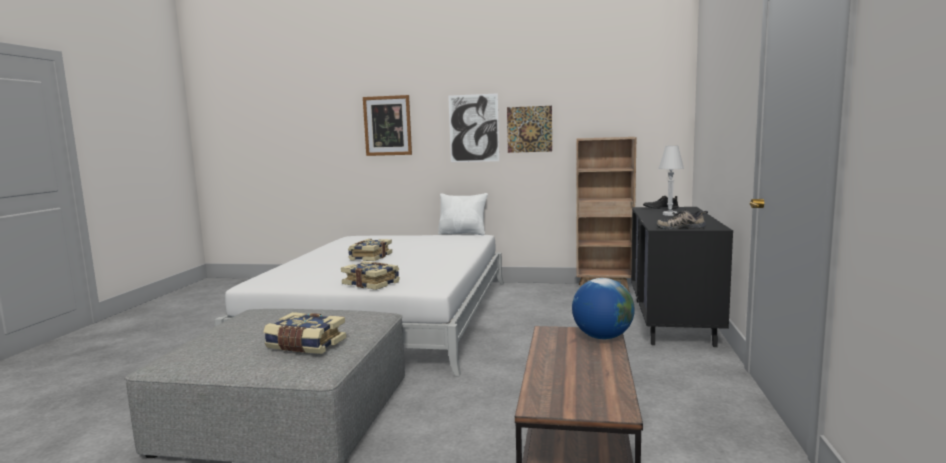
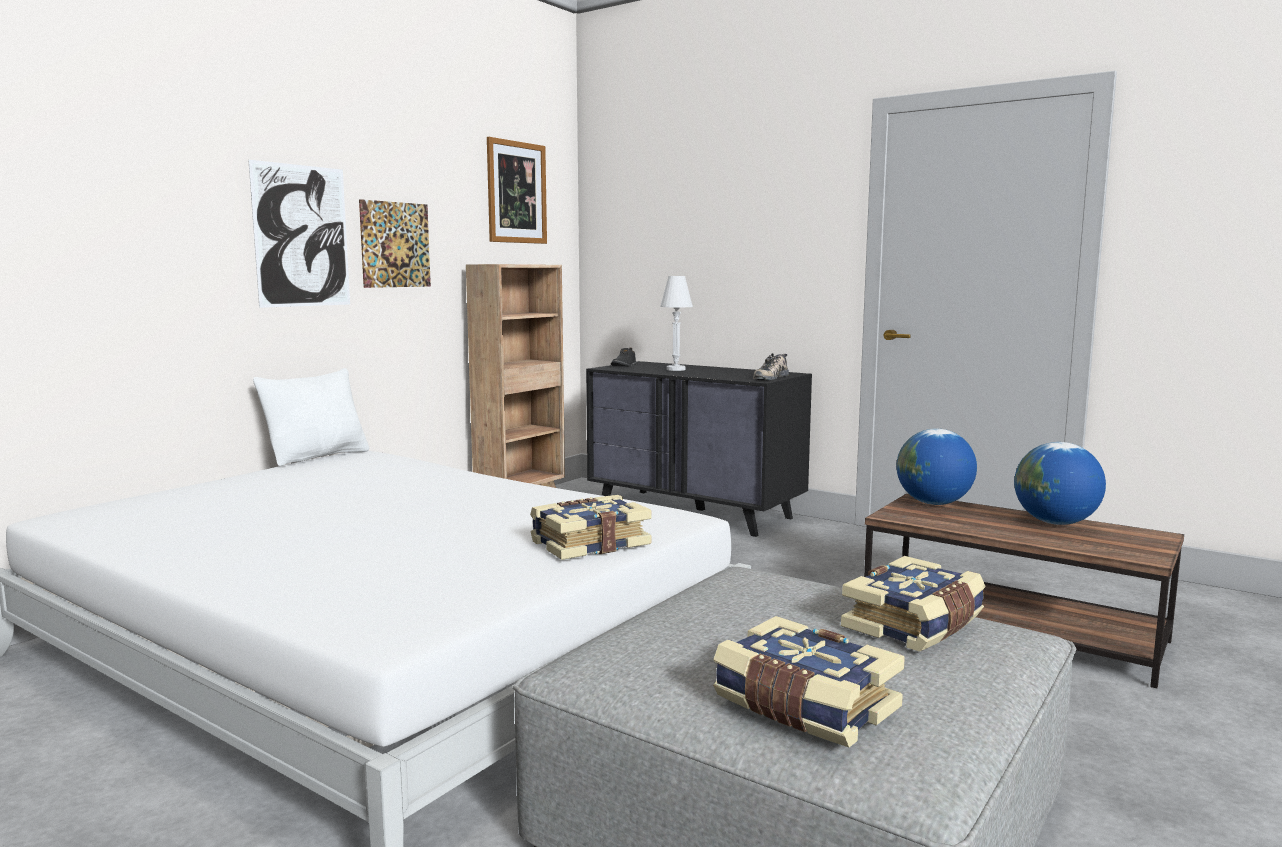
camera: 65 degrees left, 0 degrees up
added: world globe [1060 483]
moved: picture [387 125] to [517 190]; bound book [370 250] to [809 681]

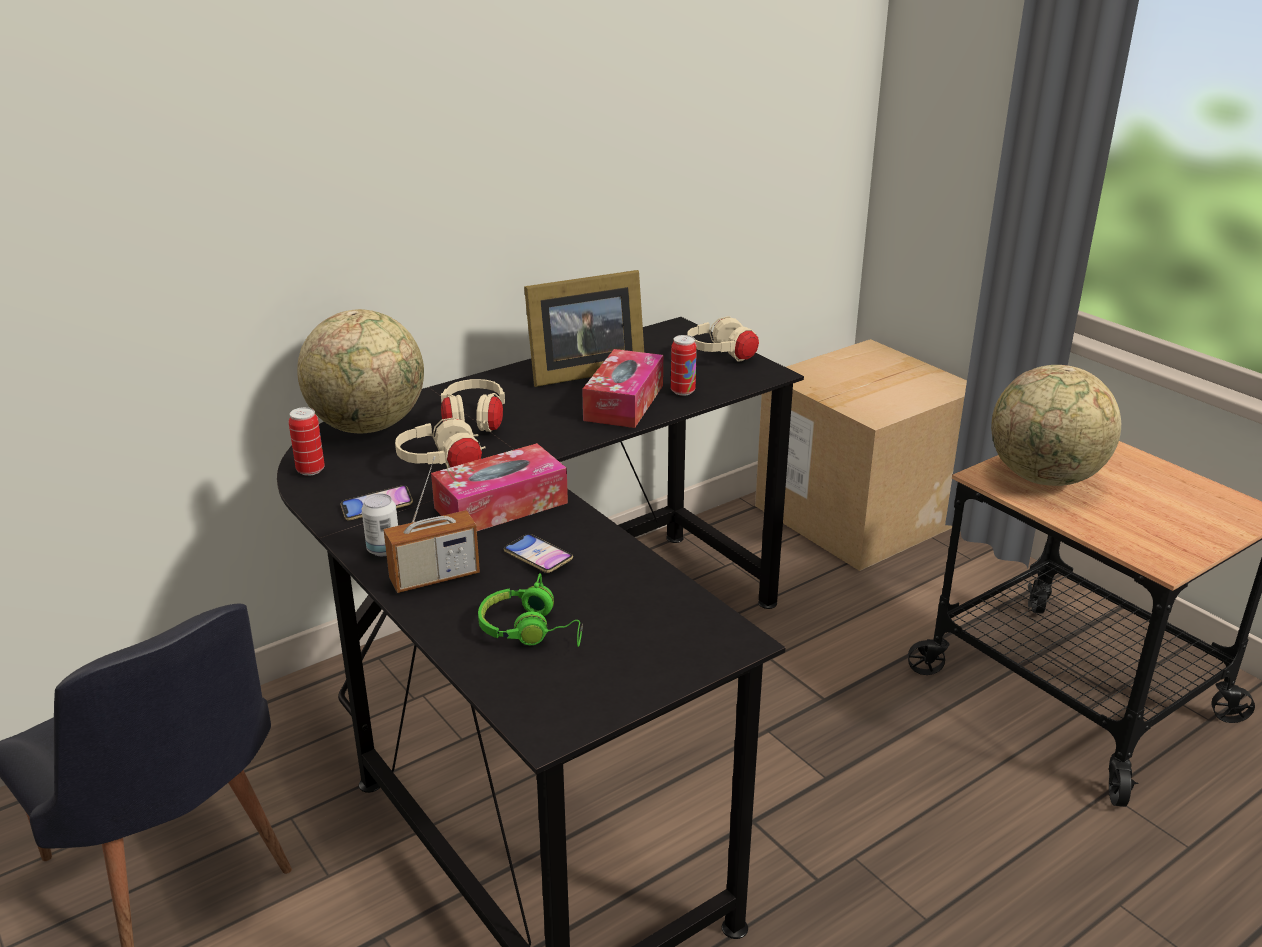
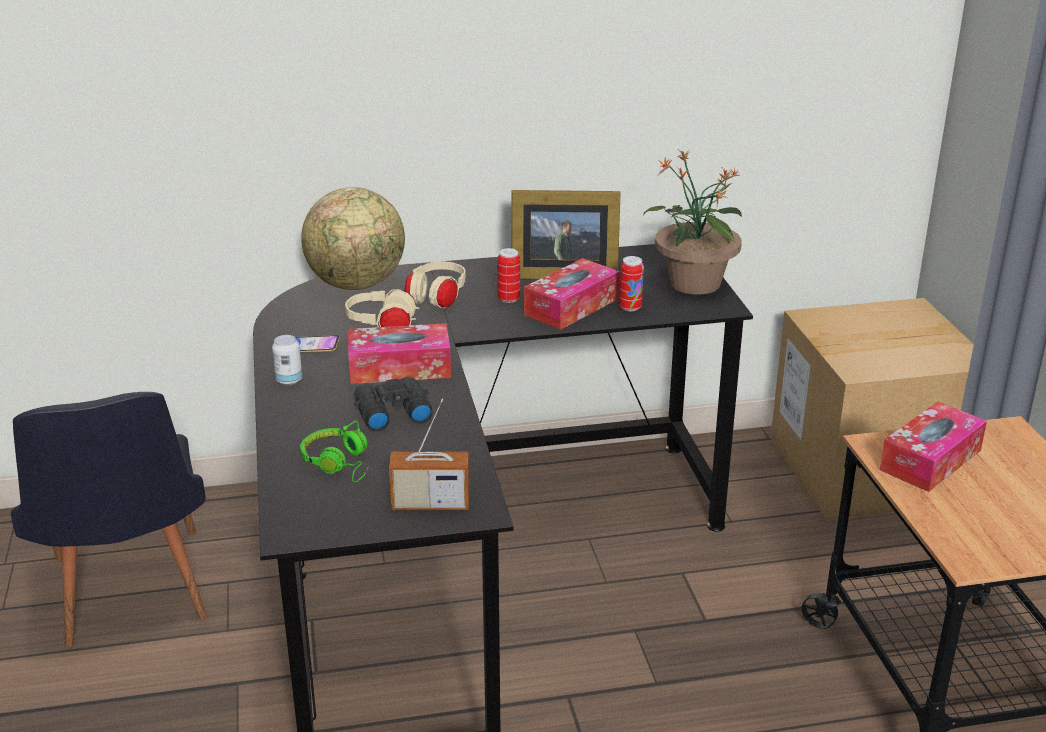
camera: 25 degrees right, 0 degrees up
moved: radio [432 524] to [429 454]; metal can [307 441] to [508 275]
replaced: handset [538 553] to black-coloured field glasses [393 403]; beige headphones [723 339] to plant in a pot [692 222]; world globe [1056 425] to box of tissues [933 447]

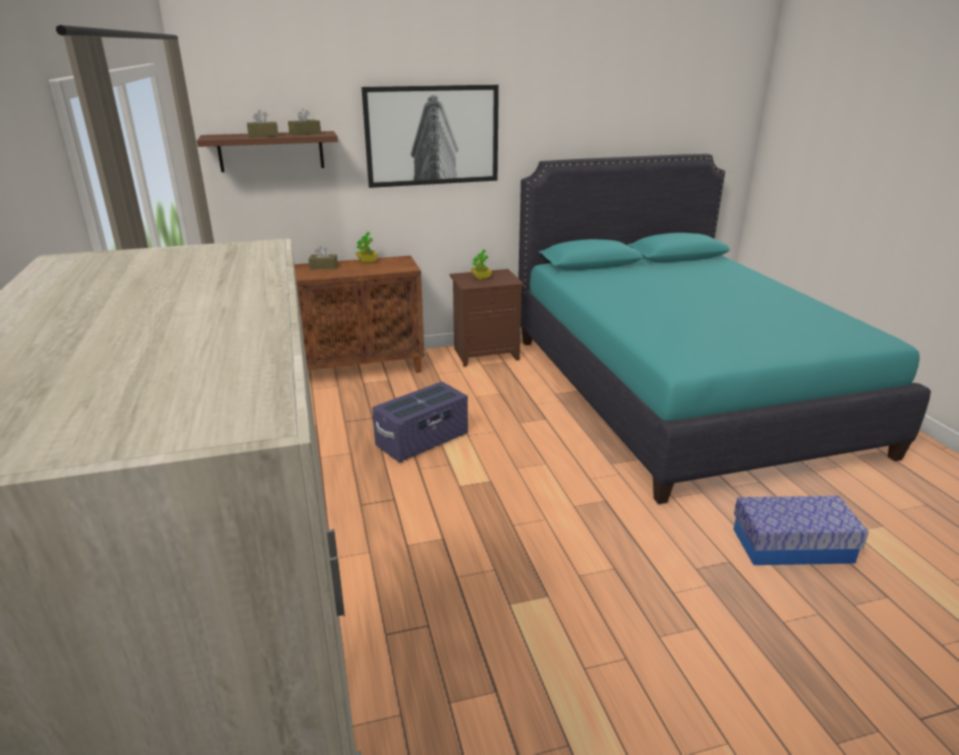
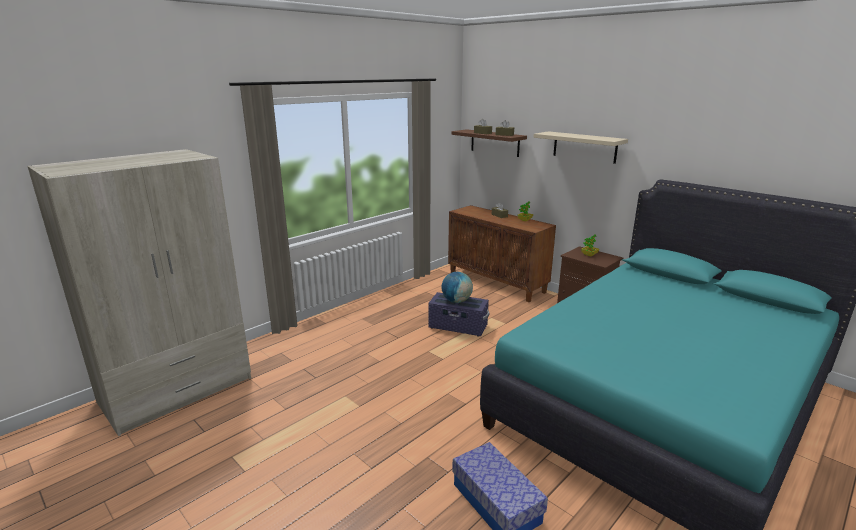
camera: 60 degrees right, 5 degrees down
added: world globe [457 287]
replaced: picture [430 136] to beige wall shelf [580 147]

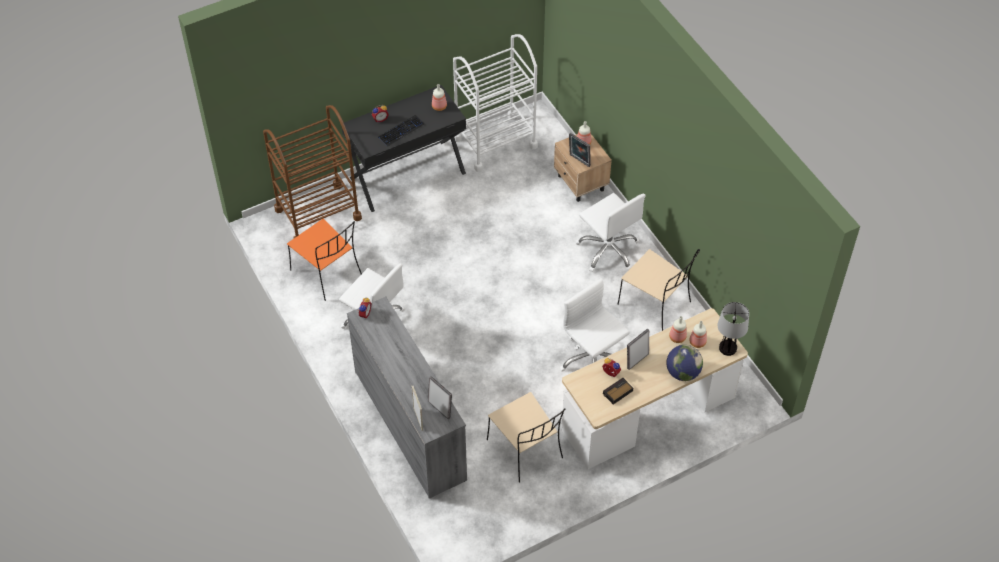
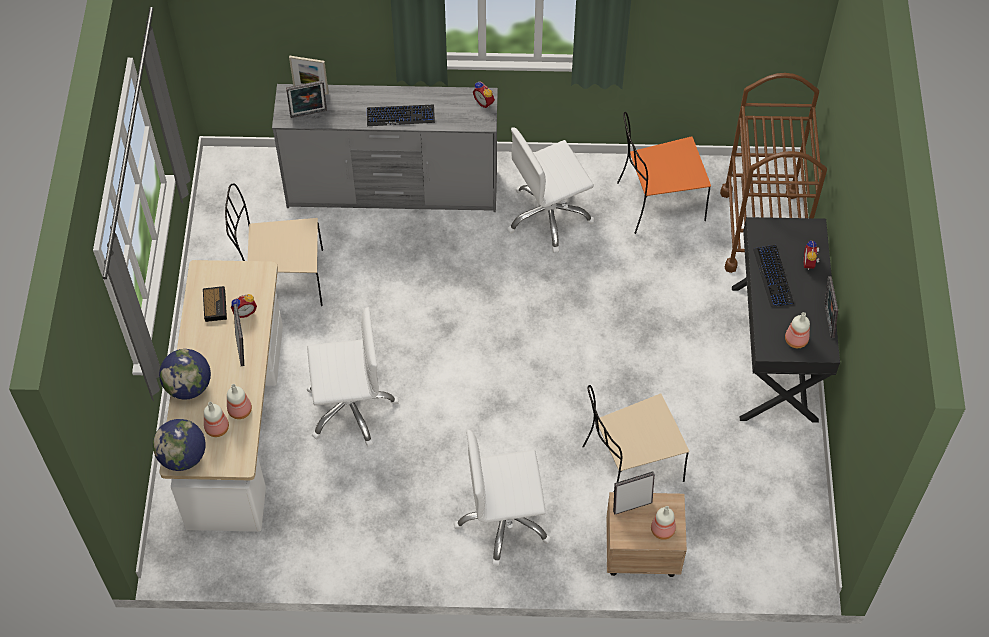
camera: 120 degrees right, 5 degrees up
removed: white trolley [495 103]
added: PC keyboard [401 115]; standing frame [831 307]
moved: beige chair [658 290] to [635 434]
replaced: tabletop lamp [733 329] to world globe [179 445]

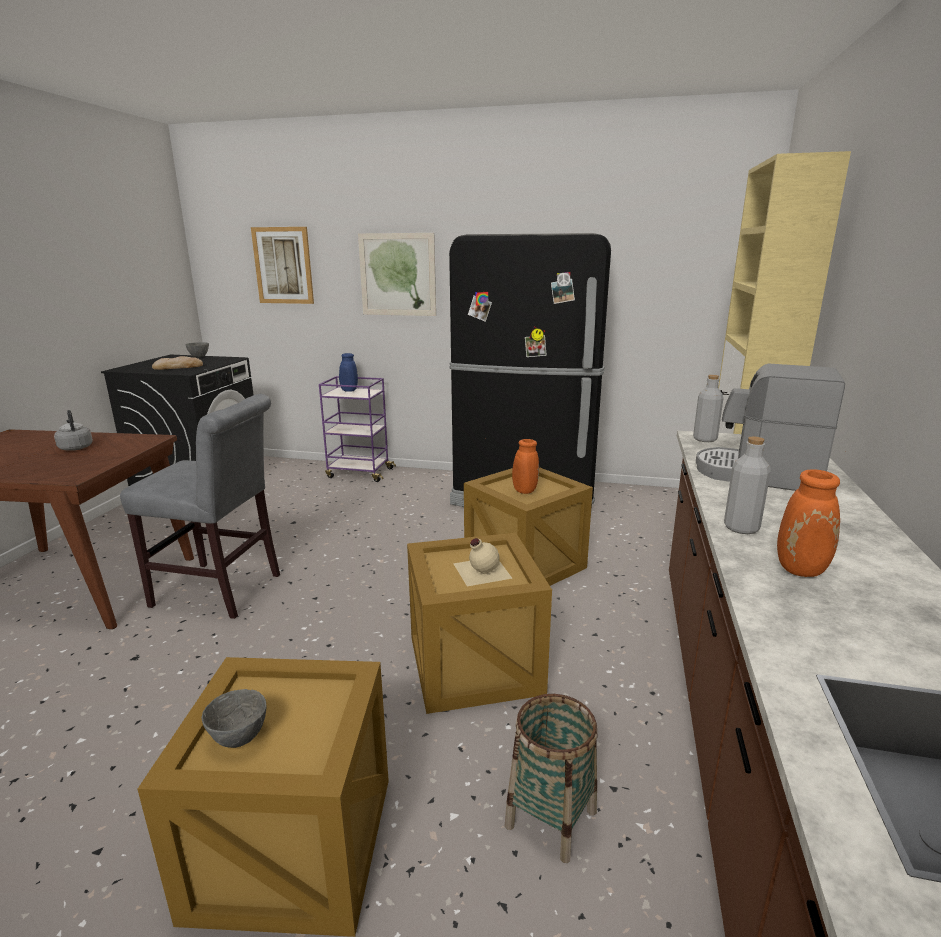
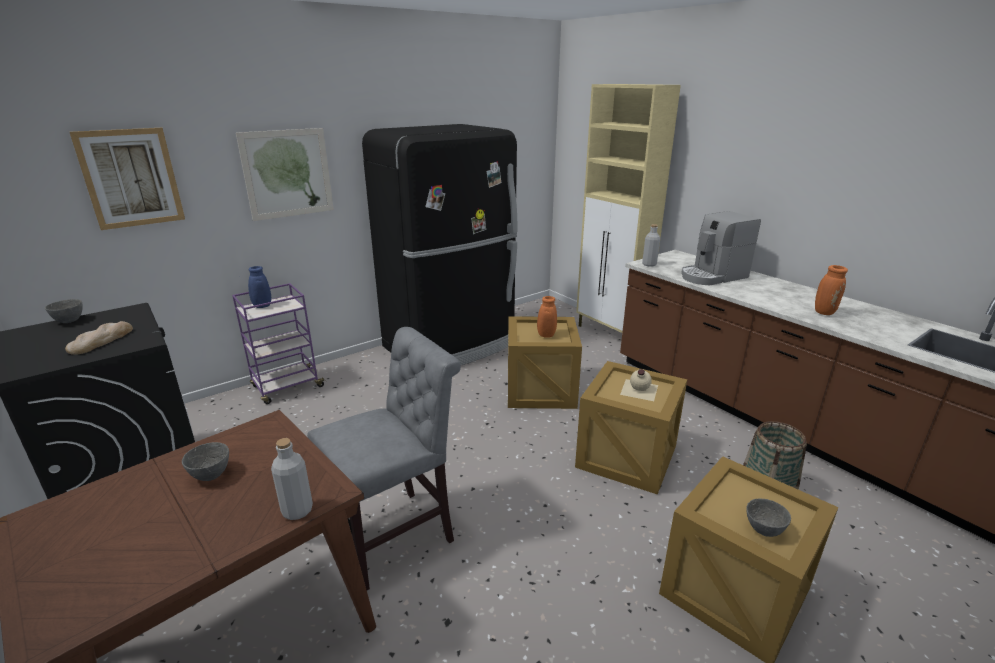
camera: 50 degrees left, 5 degrees up
moved: gray bottle [747 485] to [292 479]
replaced: gray water kettle [73 430] to gray bowl [205 461]

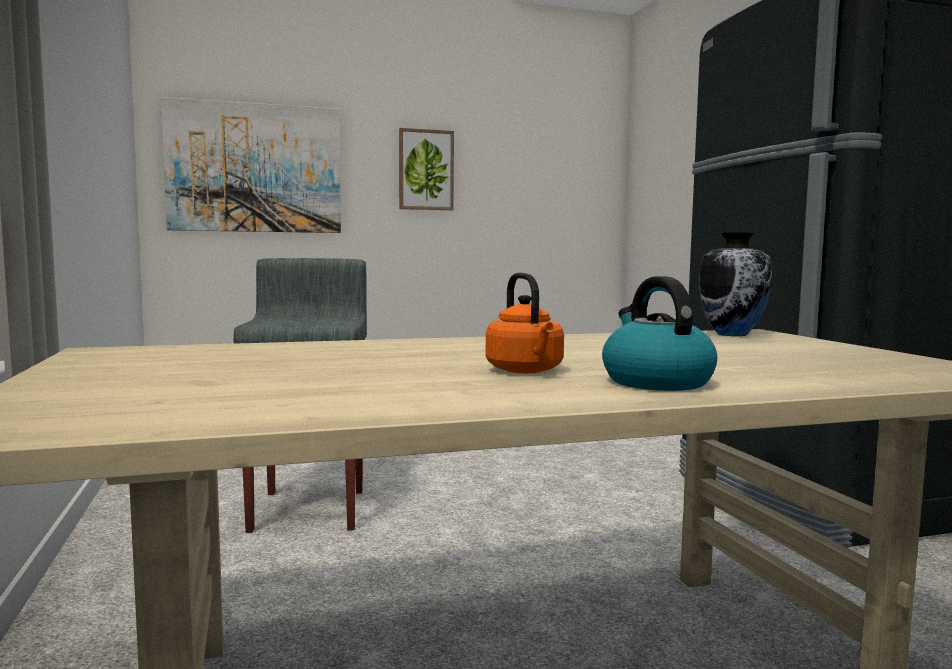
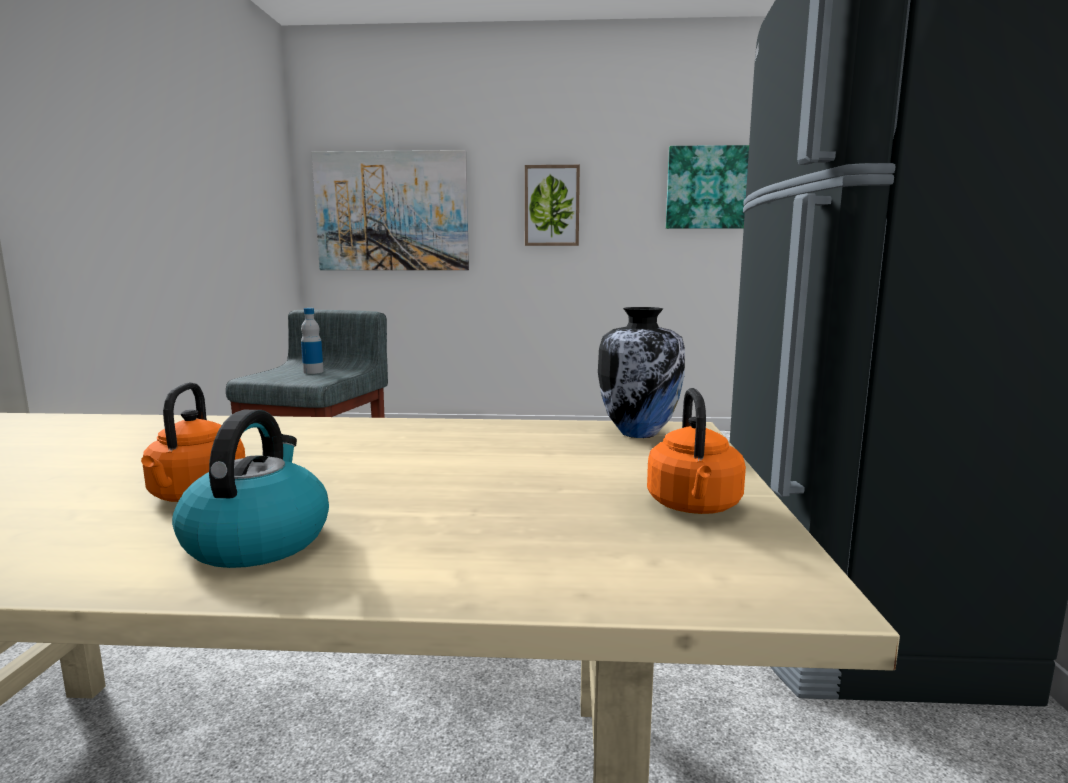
camera: 20 degrees right, 5 degrees up
added: bottle [312 341]; orangey water kettle [696 451]; picture [707 187]

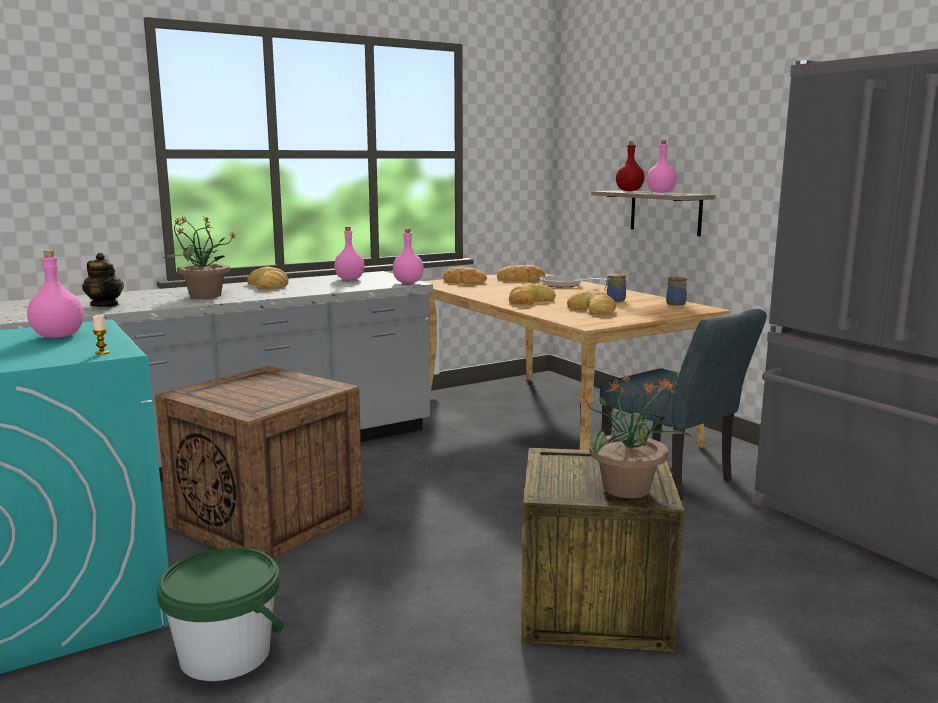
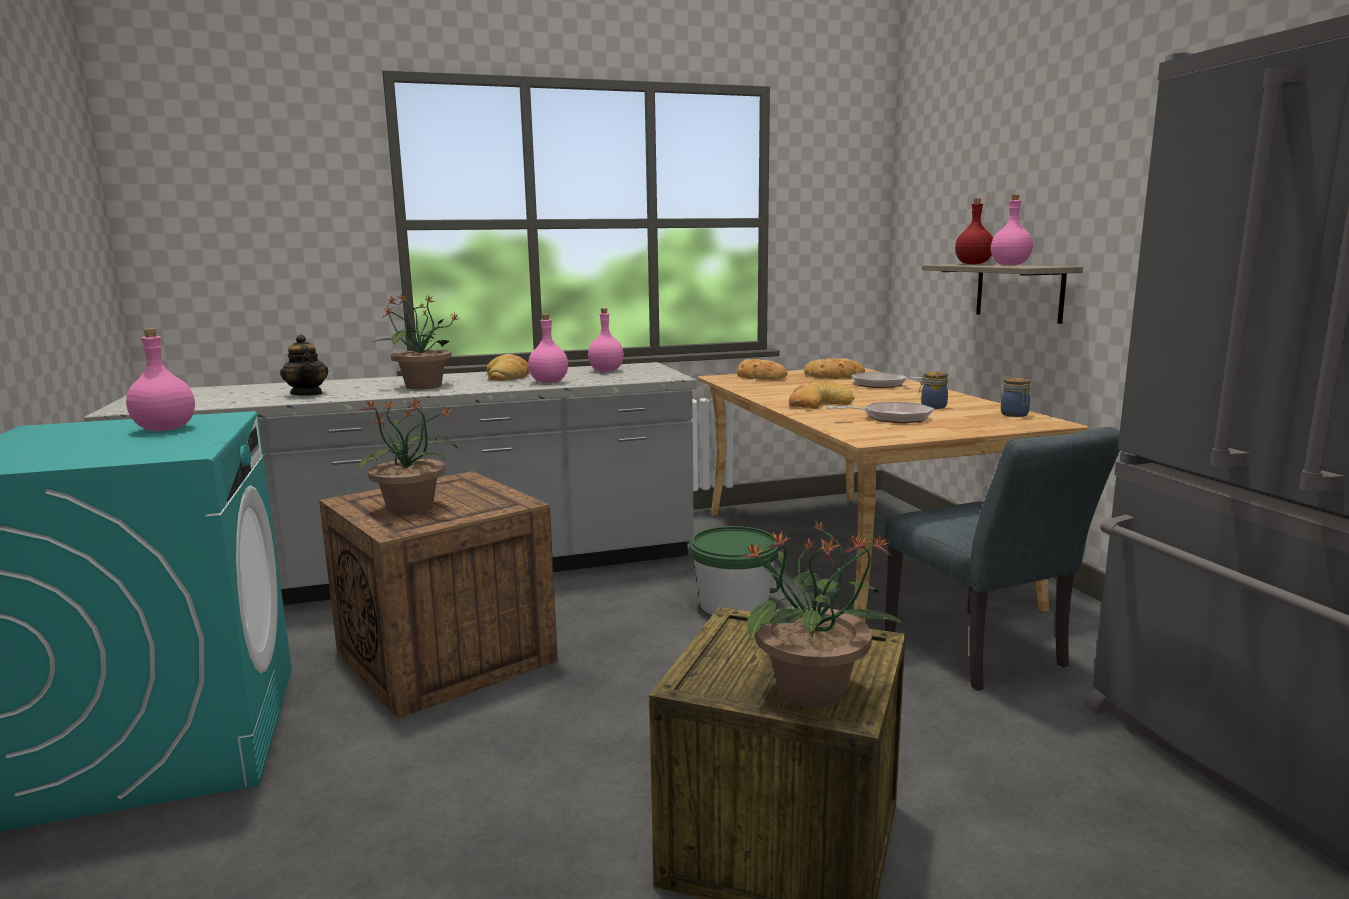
camera: 15 degrees right, 0 degrees up
removed: wax light [101 334]
added: plant in a pot [407 457]
moved: pinkish bottle [408 255] to [548 348]; green pail [220 614] to [734 570]
replaced: baked bread [591 302] to pan [880 412]

